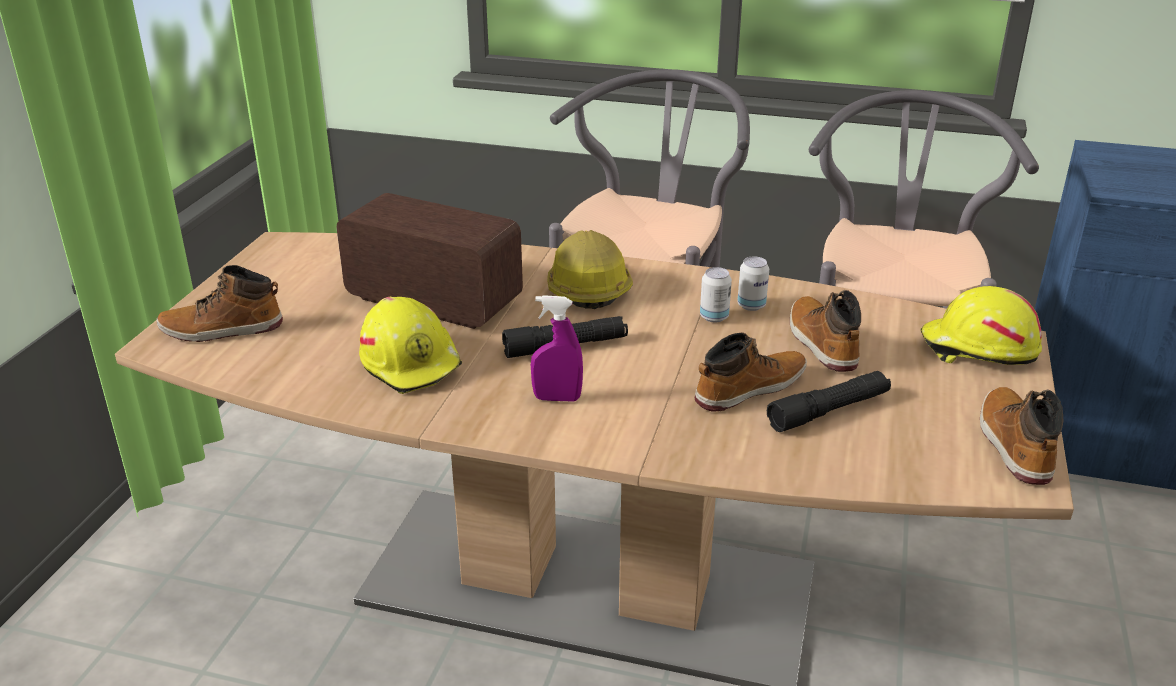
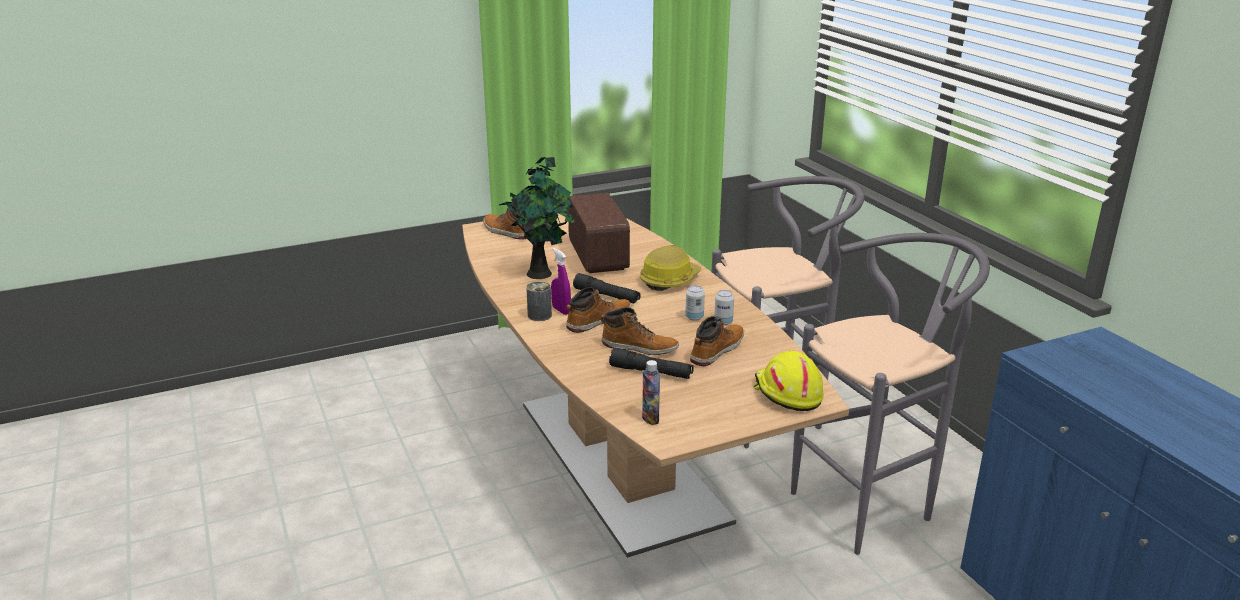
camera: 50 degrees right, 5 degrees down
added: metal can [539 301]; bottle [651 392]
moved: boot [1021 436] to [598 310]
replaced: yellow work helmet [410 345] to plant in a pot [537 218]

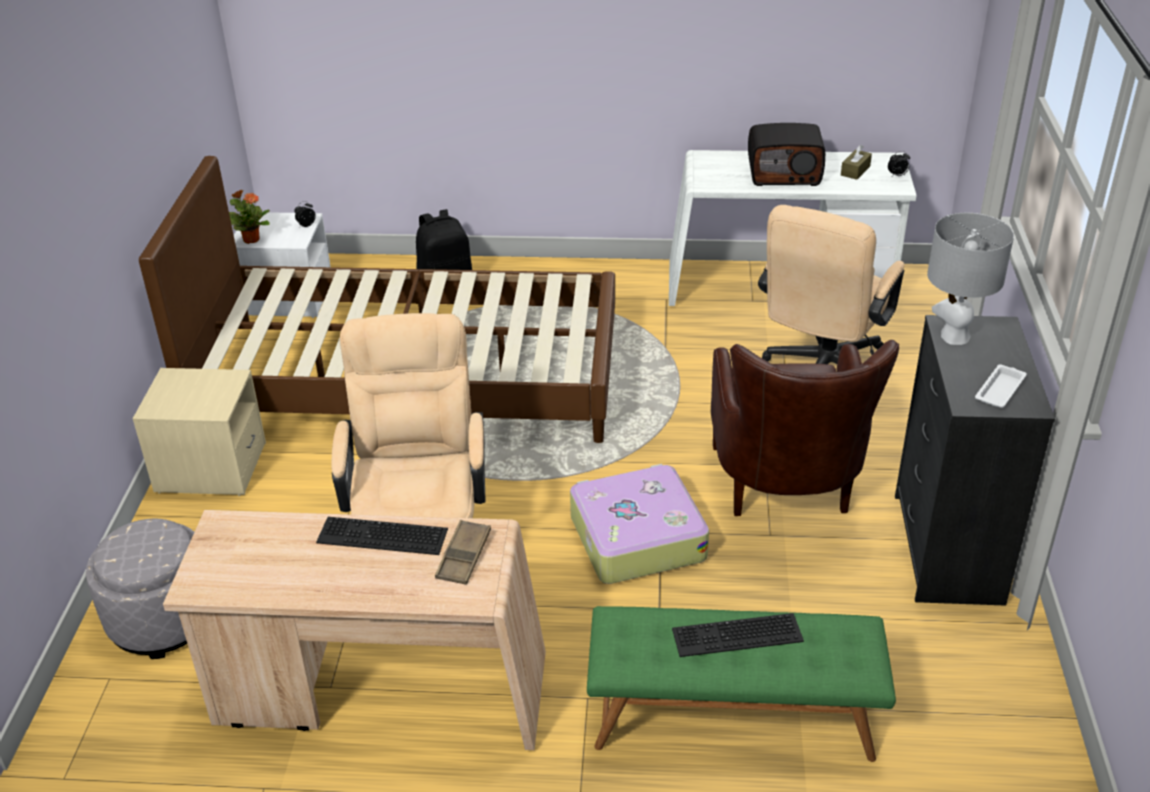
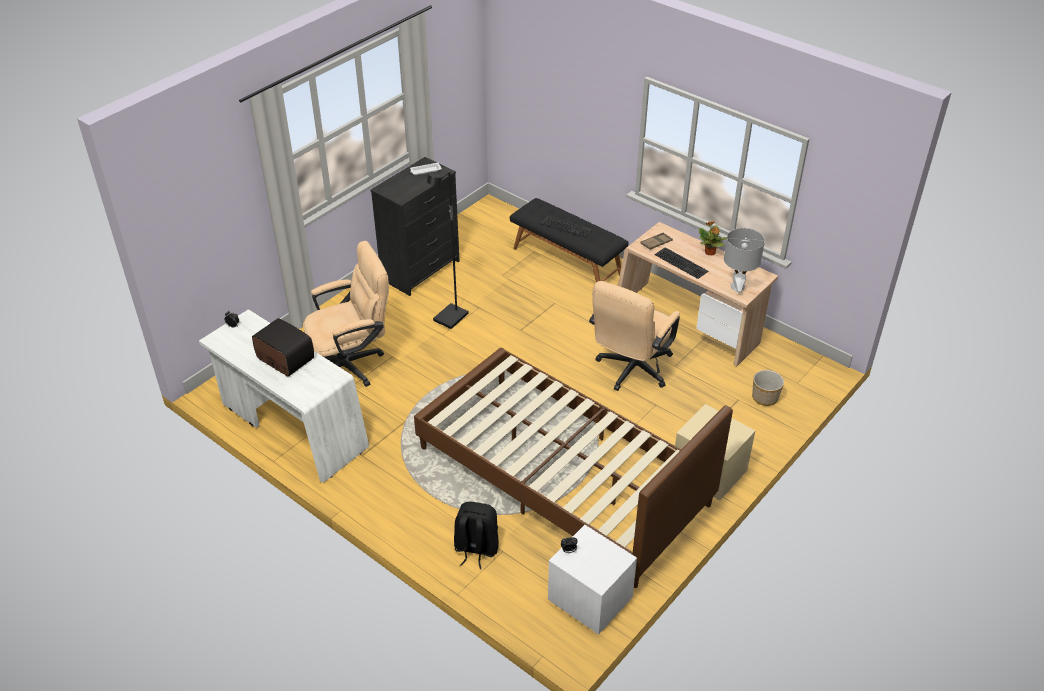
camera: 145 degrees left, 5 degrees up
removed: suitcase [639 524]; brown-coloured box of tissues [856 162]
moved: plant in a pot [249 216] to [713 238]; gray tabletop lamp [970 279] to [744 260]
replaced: brown-coloured easy chair [805 428] to black-coloured floor lamp [447 249]; gray ottoman [140 588] to plant pot [768 388]
recoloured: green bench [741 684] to black-coloured bench [569 240]

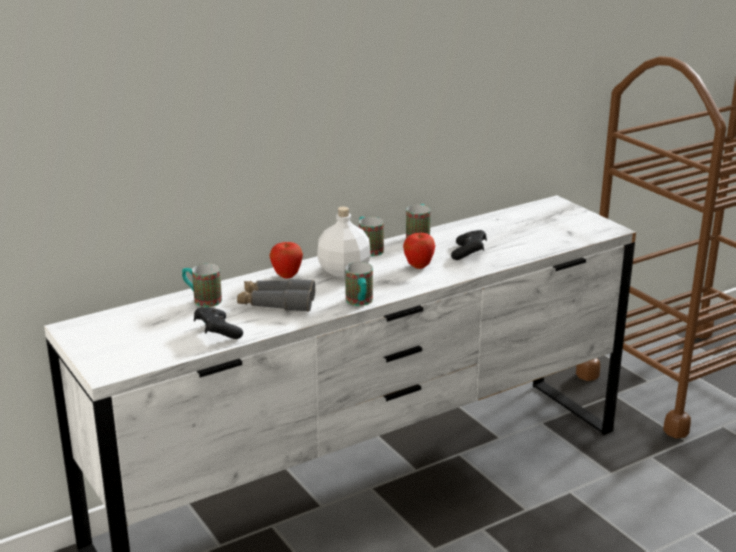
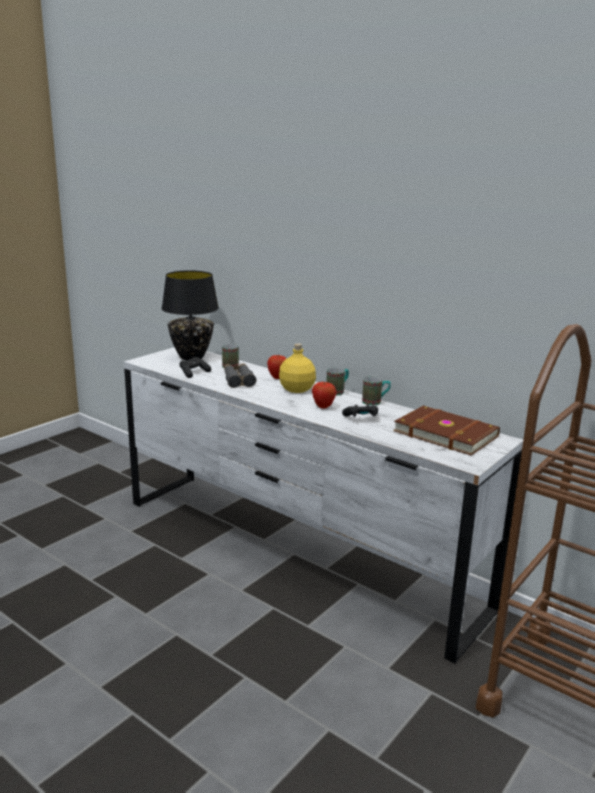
camera: 70 degrees right, 5 degrees down
removed: tea mug [359 284]
added: black-coloured tabletop lamp [190 315]; brown-coloured bound book [447 431]
recoloured: white bottle [344 242] to yellow bottle [297 368]

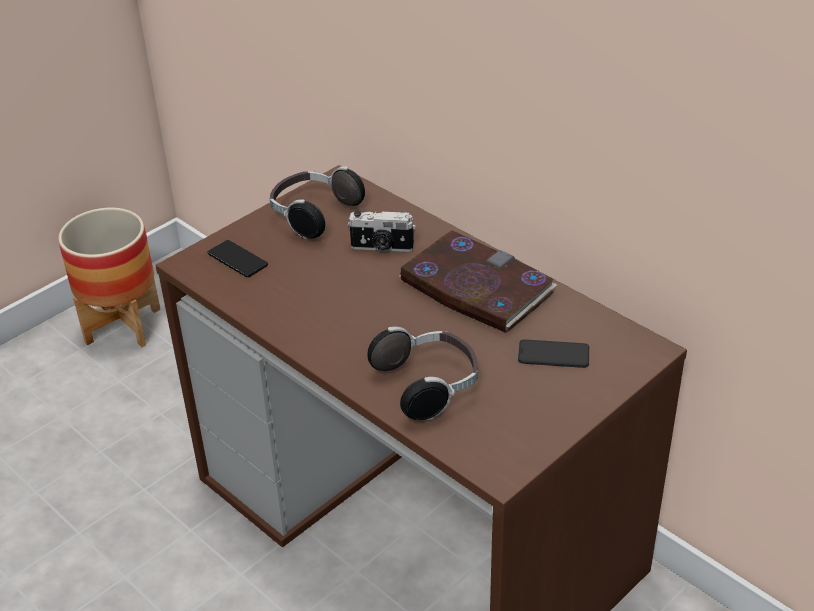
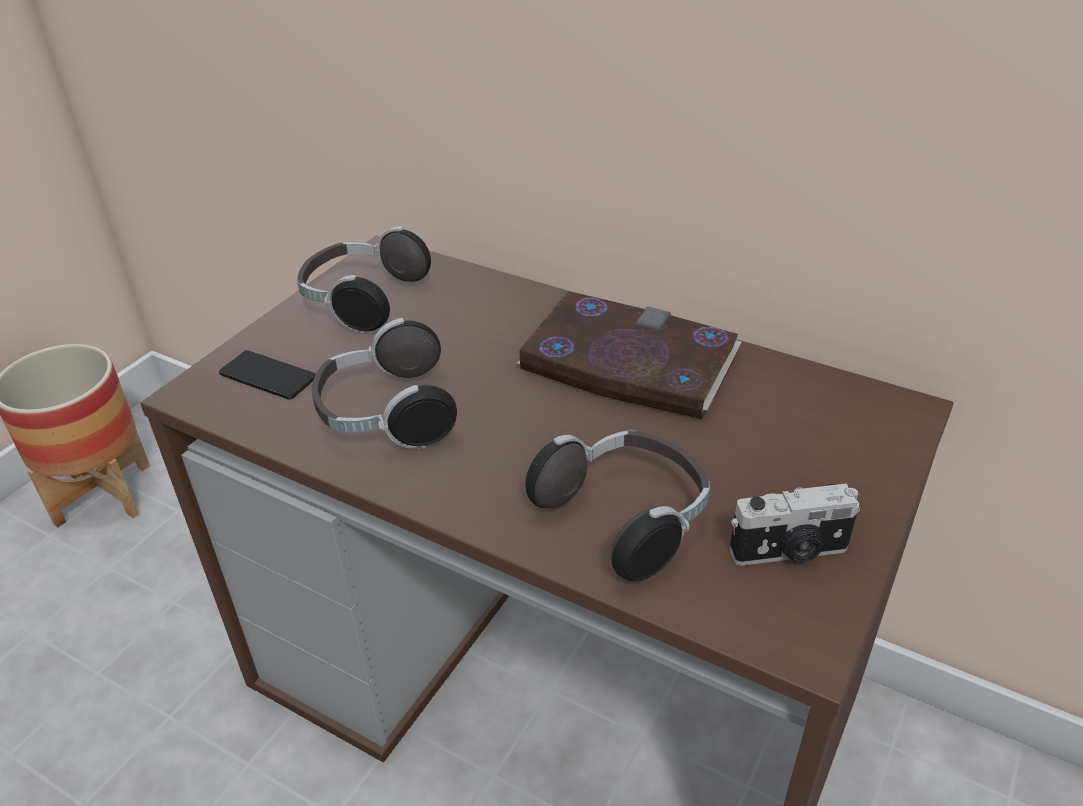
camera: 15 degrees left, 0 degrees up
removed: handset [553 353]
added: headphones [384 383]
moved: photo camera [381 231] to [794 524]

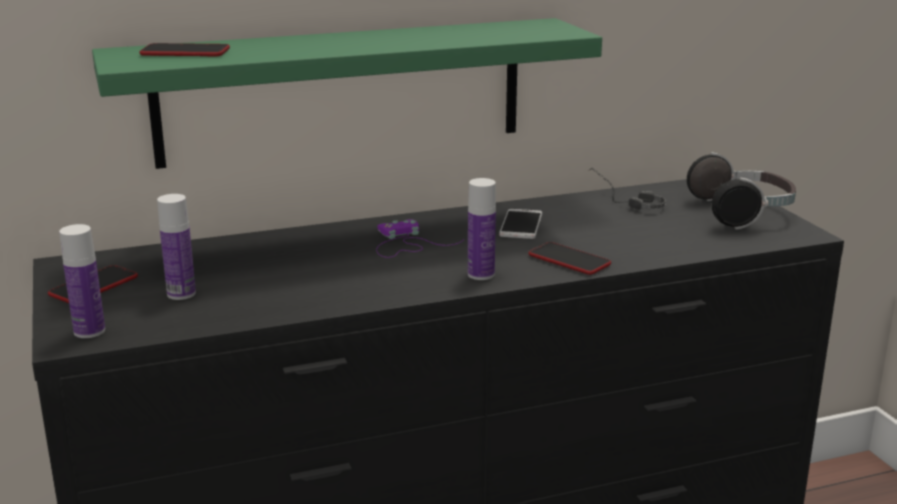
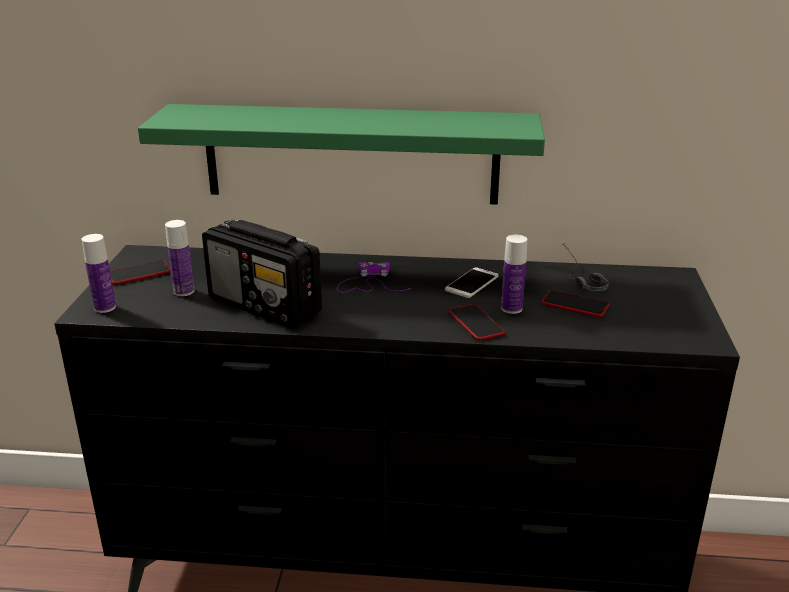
camera: 25 degrees right, 5 degrees up
removed: headphones [741 191]
added: radio [262 274]
moved: bottle [482 229] to [514 274]; handset [185 49] to [575 303]

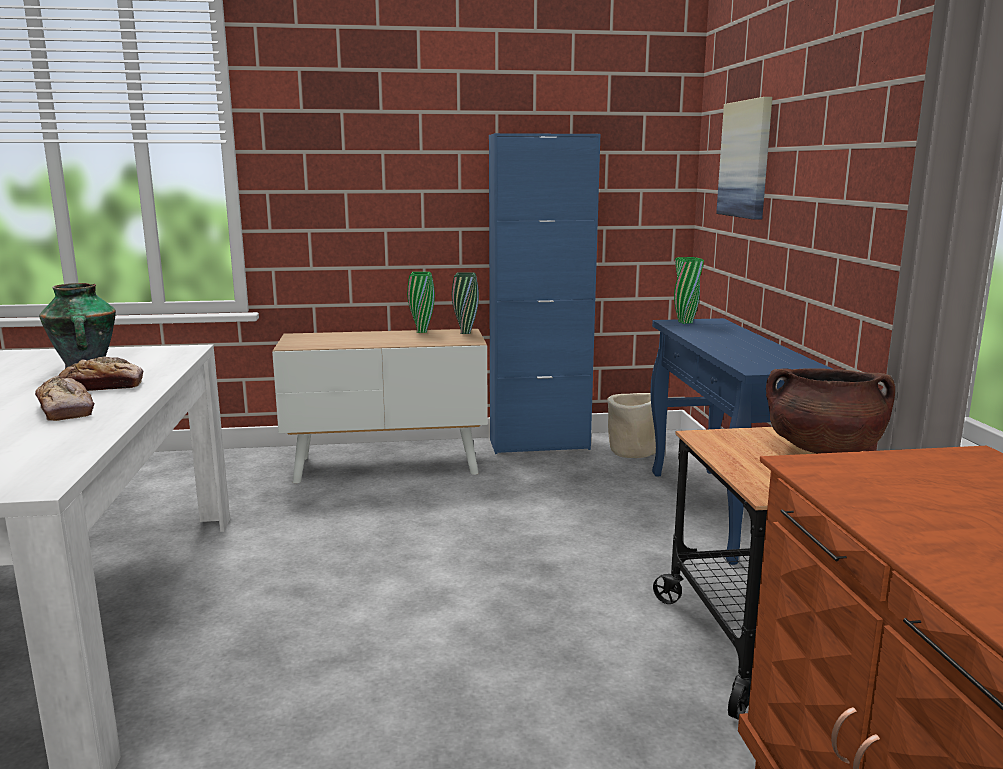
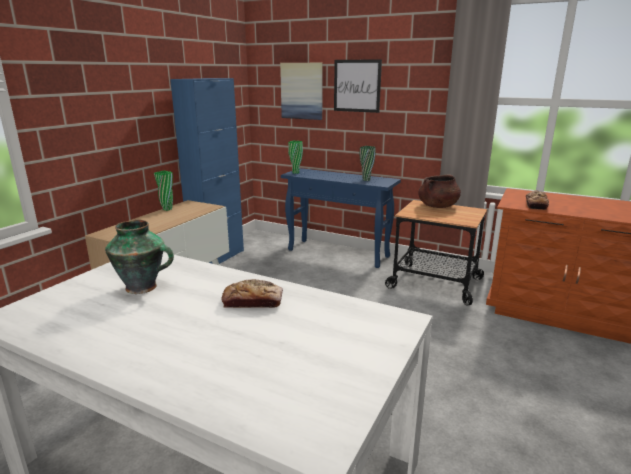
camera: 55 degrees left, 5 degrees up
removed: beige plant pot [632 425]
added: picture [358 86]
moved: green flower vase [465 303] to [368 163]; baked bread [100 374] to [537 200]

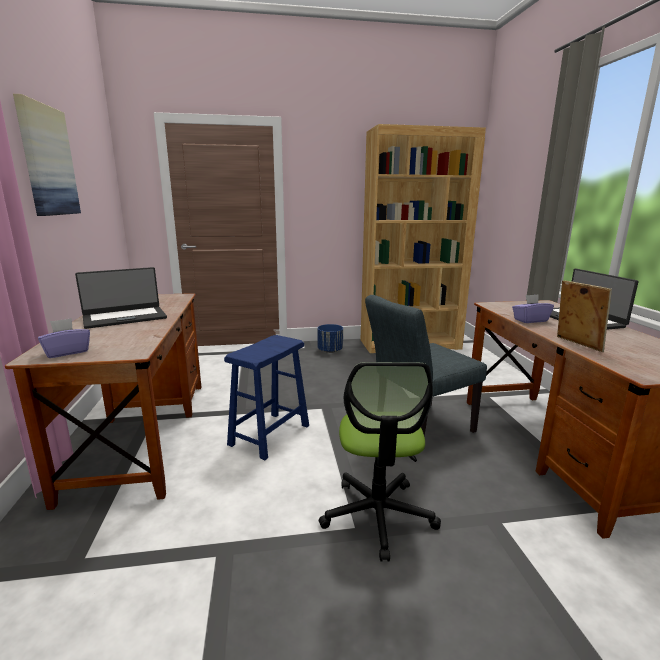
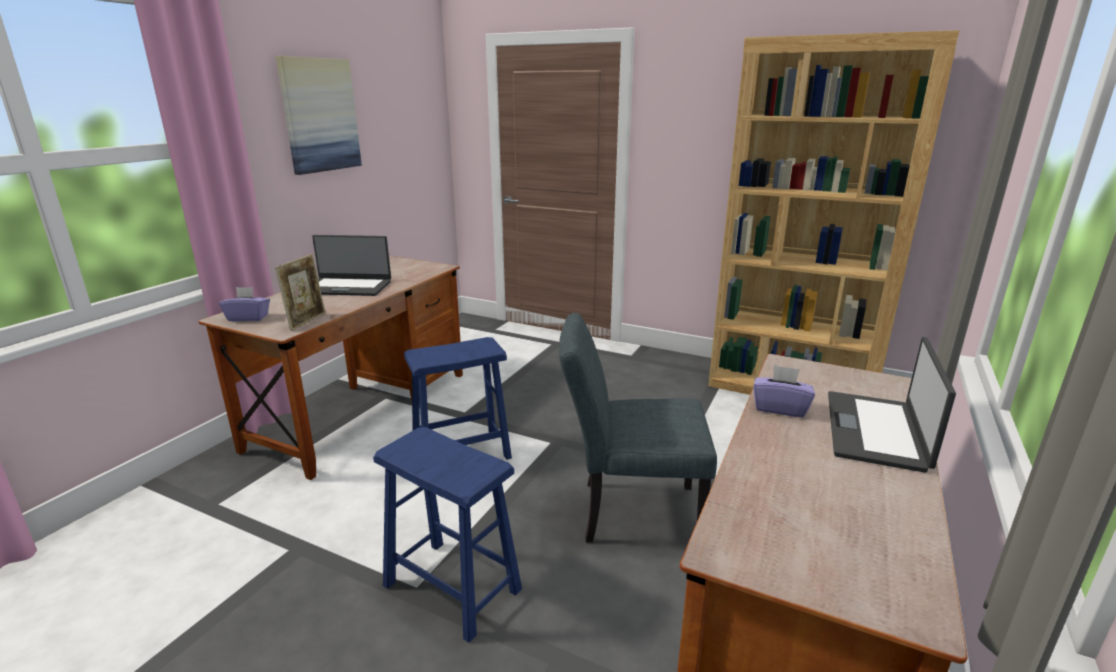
camera: 35 degrees right, 5 degrees up
removed: blue plant pot [330 338]
moved: standing frame [584 316] to [300 292]
replaced: computer chair [380 461] to blue stool seat [447 534]

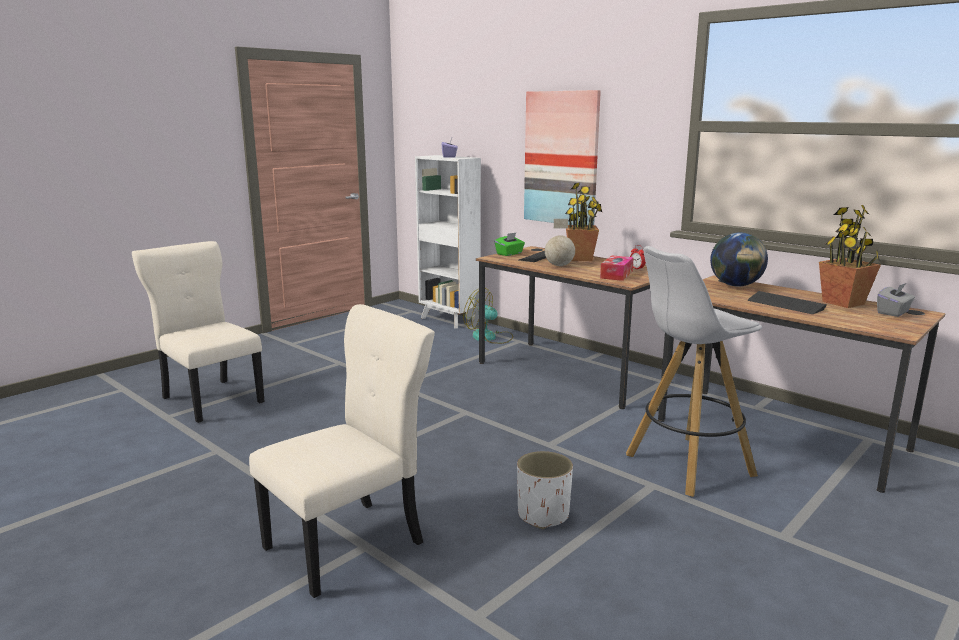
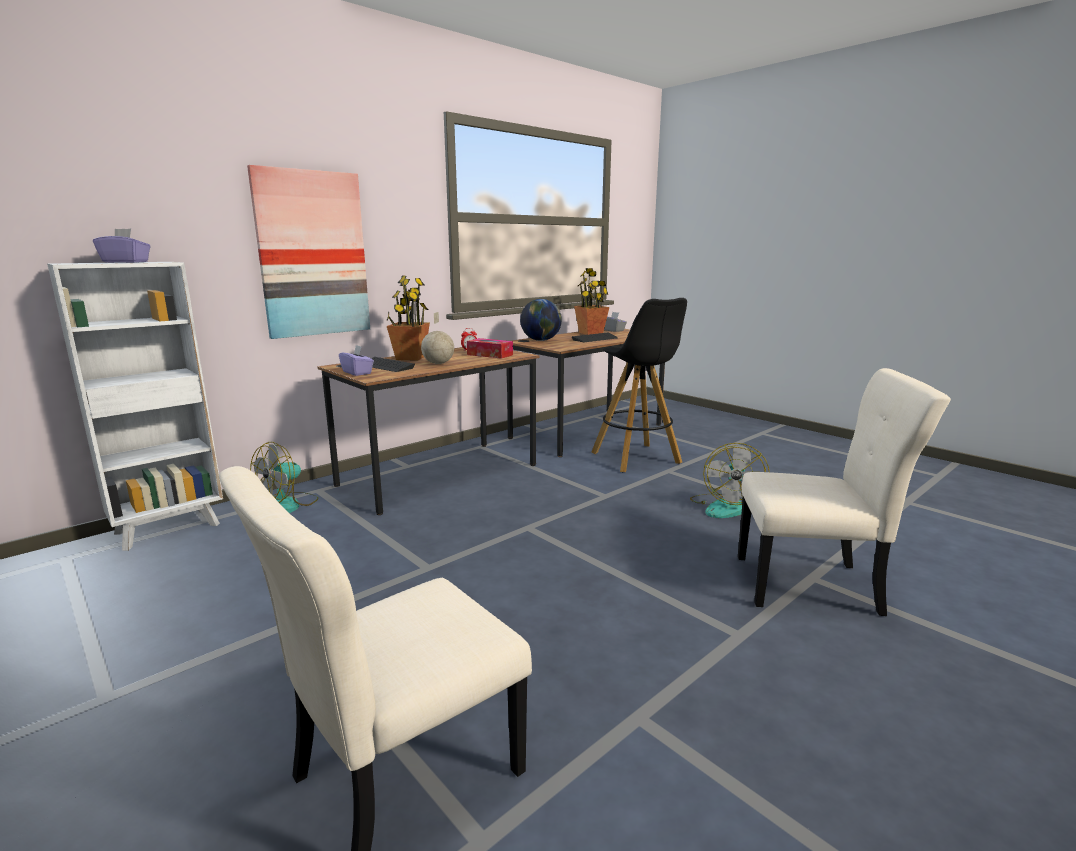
camera: 85 degrees left, 0 degrees up
replaced: white plant pot [545 490] to fan [729 480]
recoloured: green box of tissues [509 244] to purple-coloured box of tissues [356 360]; white stool seat [694 371] to black-coloured stool seat [639 385]
turned: beige chair [342 451] = [844 492] 135 degrees clockwise

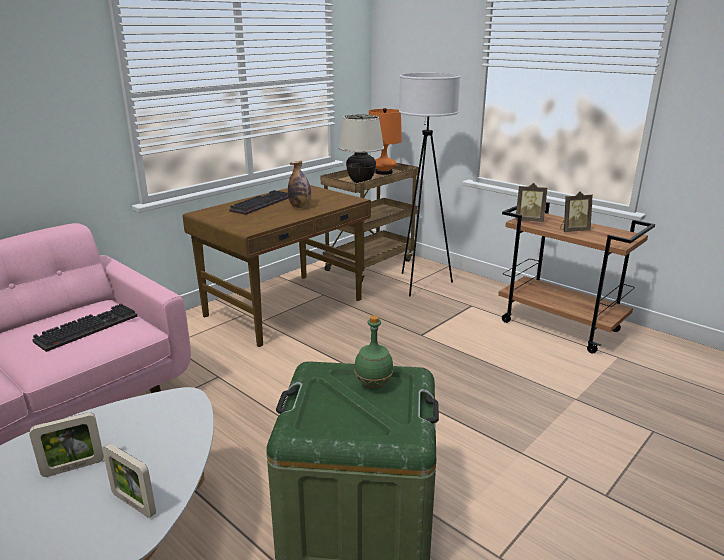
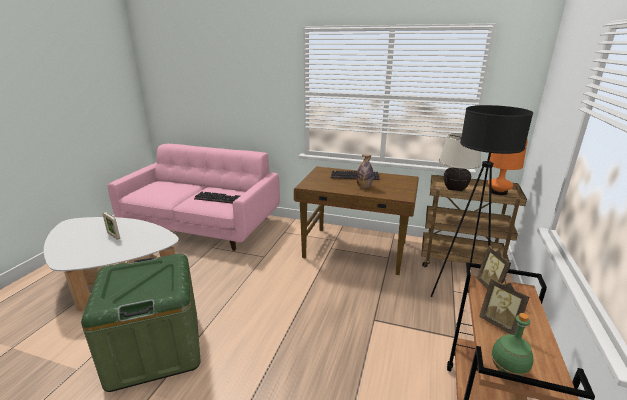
camera: 65 degrees right, 0 degrees up
removed: standing frame [129 480]
moved: green bottle [373 352] to [512 344]
recoloured: white floor lamp [430 185] to black-coloured floor lamp [482 201]

